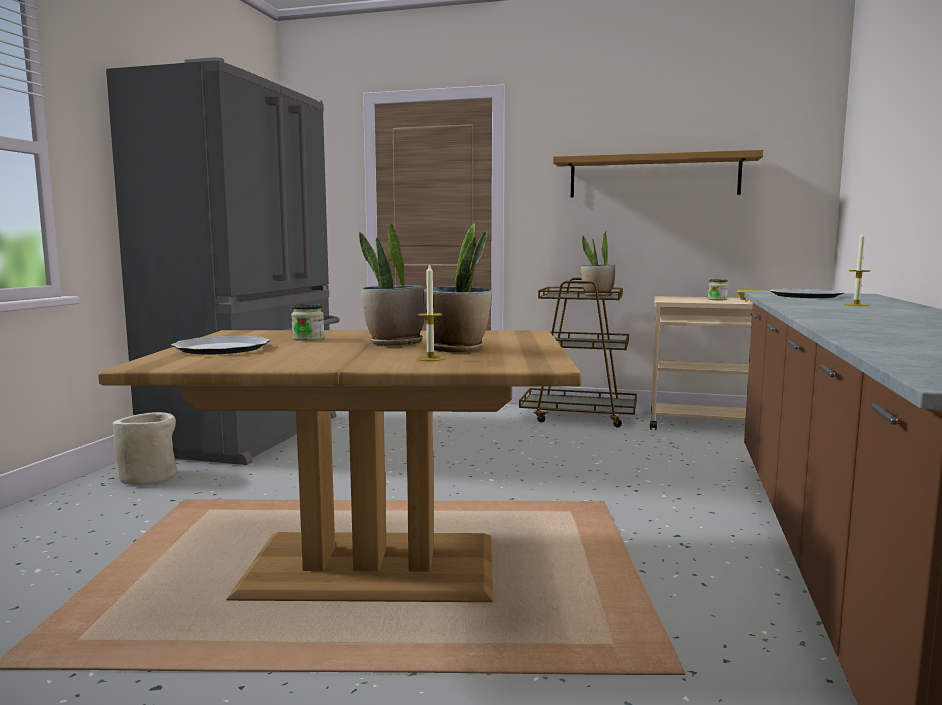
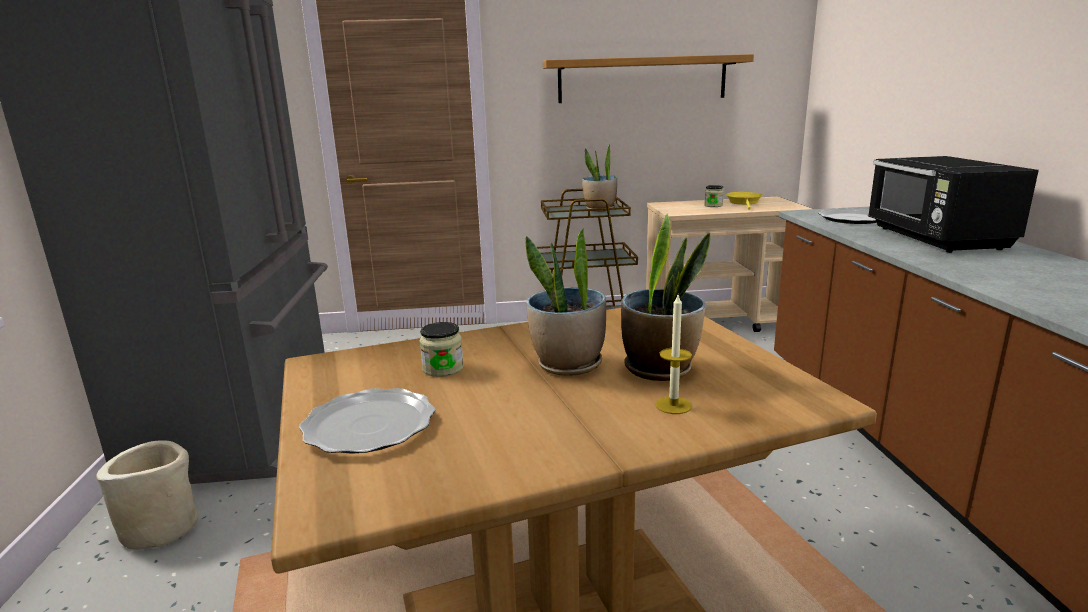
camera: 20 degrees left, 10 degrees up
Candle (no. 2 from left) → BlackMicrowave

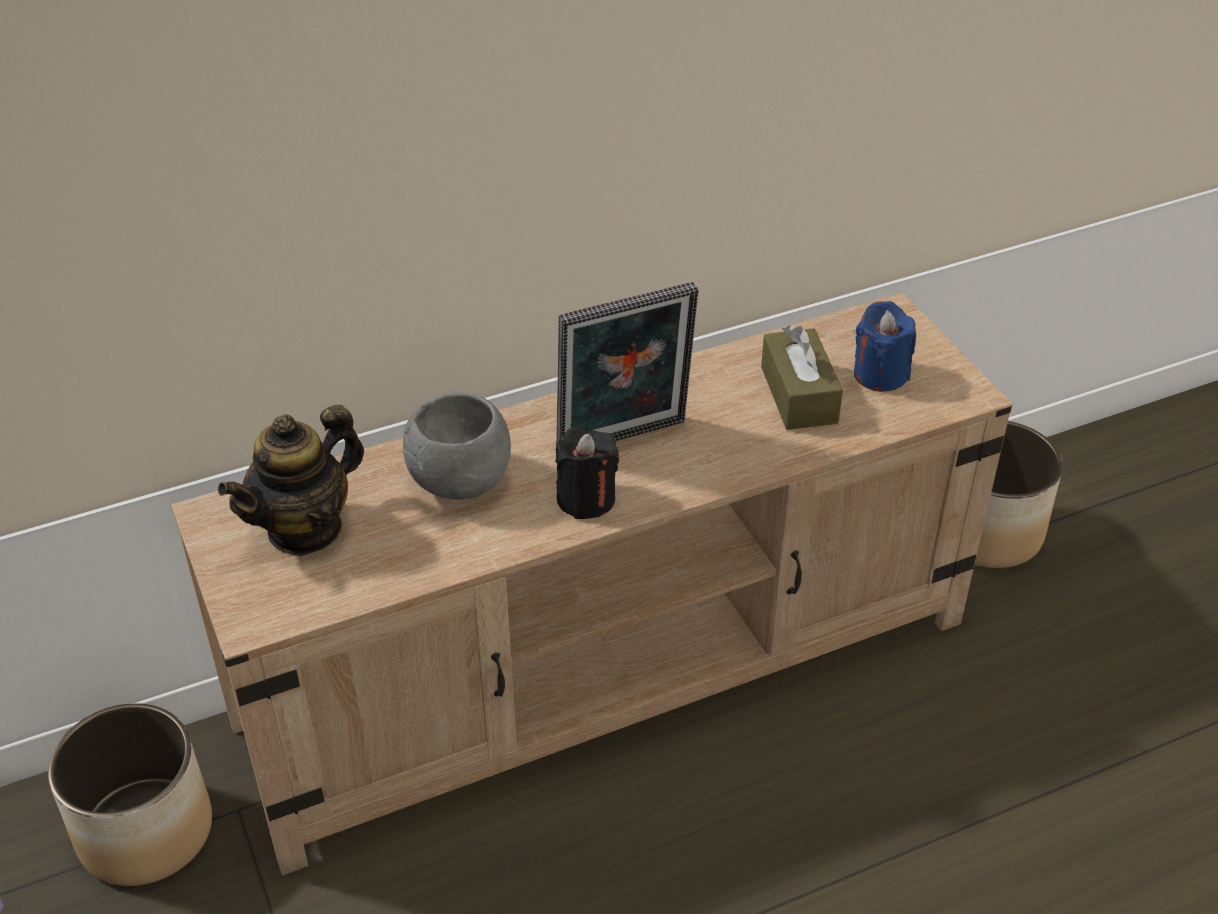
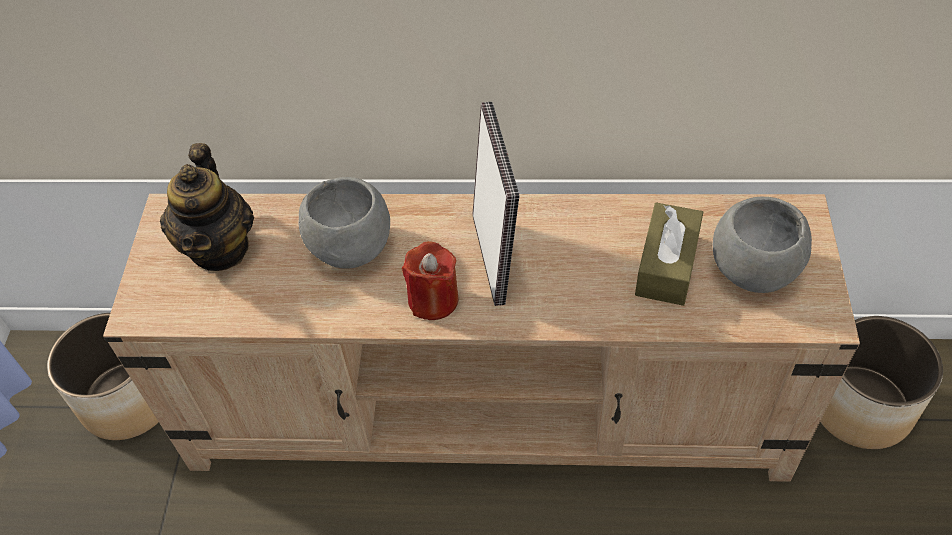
camera: 30 degrees right, 10 degrees up
PictureFrame, 105 degrees counterclockwise
BlueCandle → GreyBowl (no. 2 from left)
Teapot, 75 degrees counterclockwise
BlackCandle → RedCandle

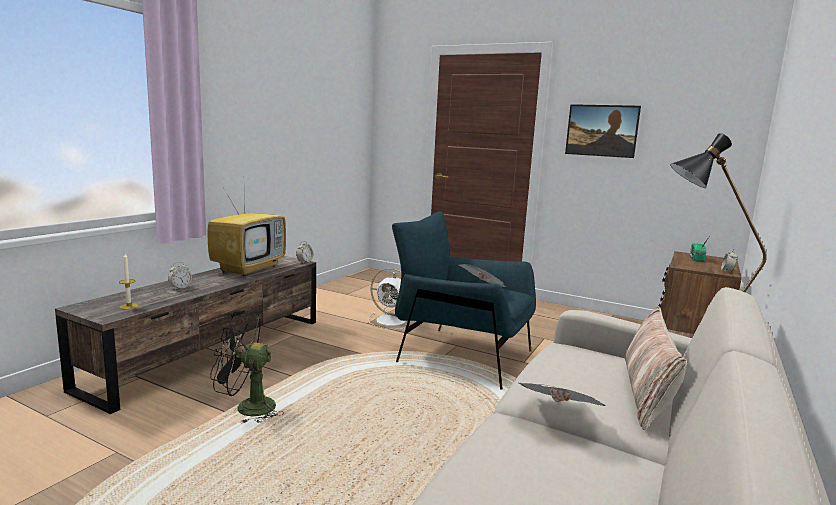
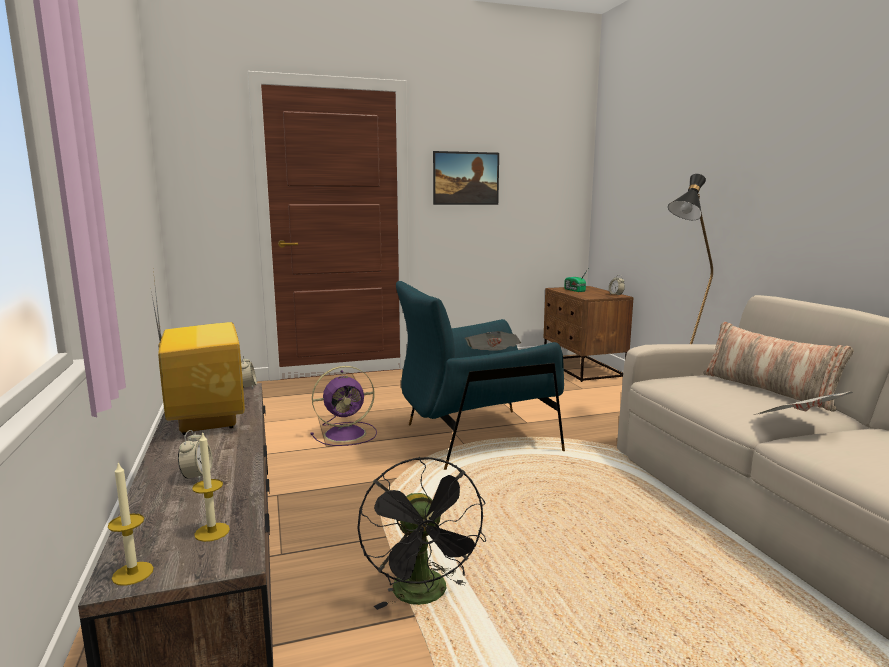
camera: 45 degrees left, 0 degrees up
WhiteFan → PurpleFan
BlackFan, 60 degrees counterclockwise
- → Candle (no. 1 from left)

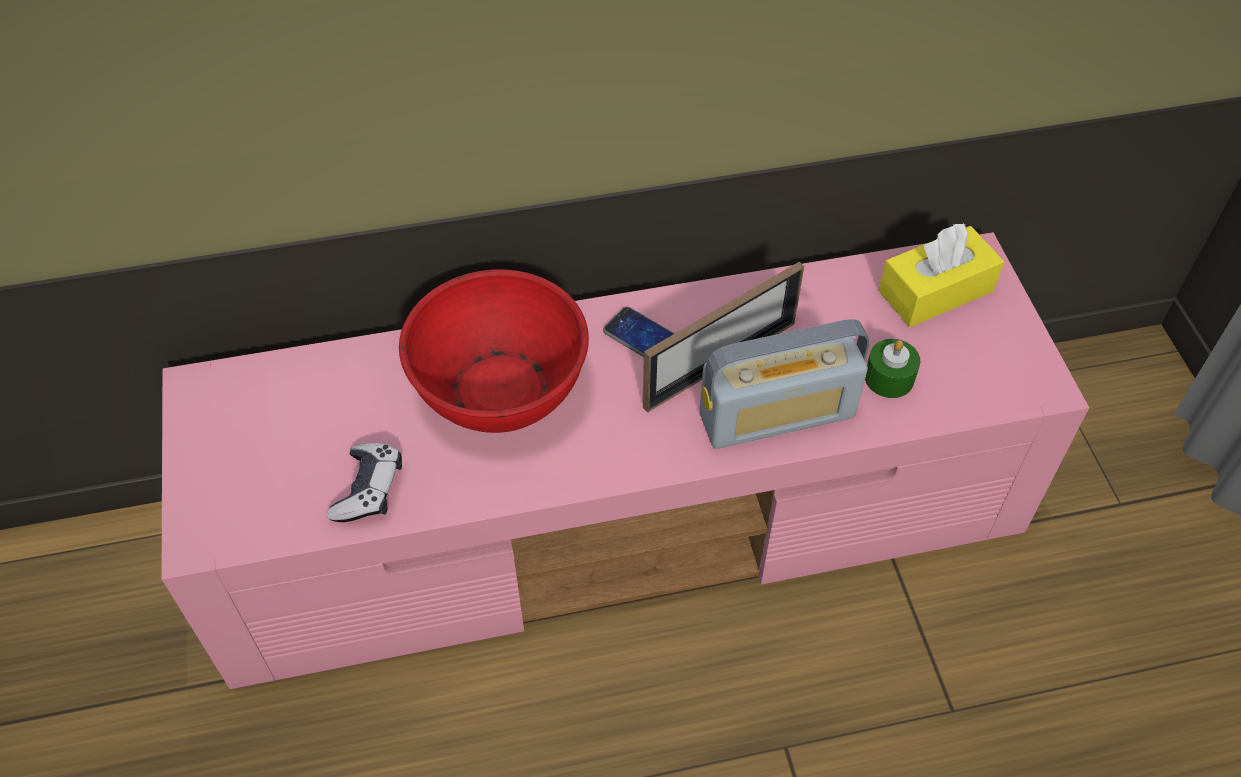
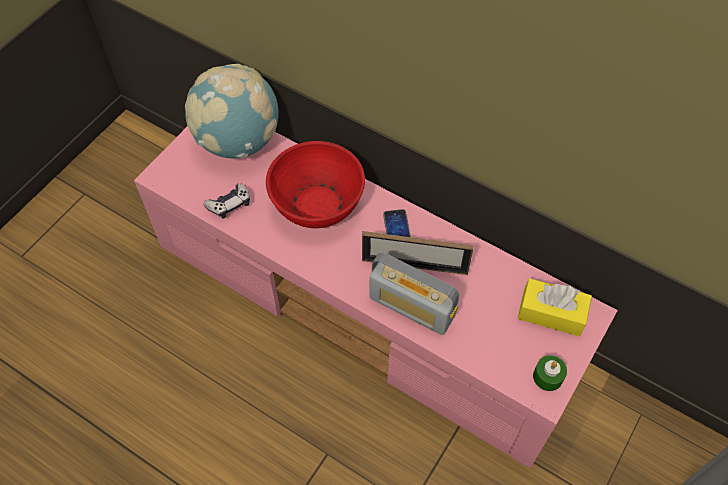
camera: 45 degrees right, 5 degrees up
GreenCandle, relocated
- → Globe

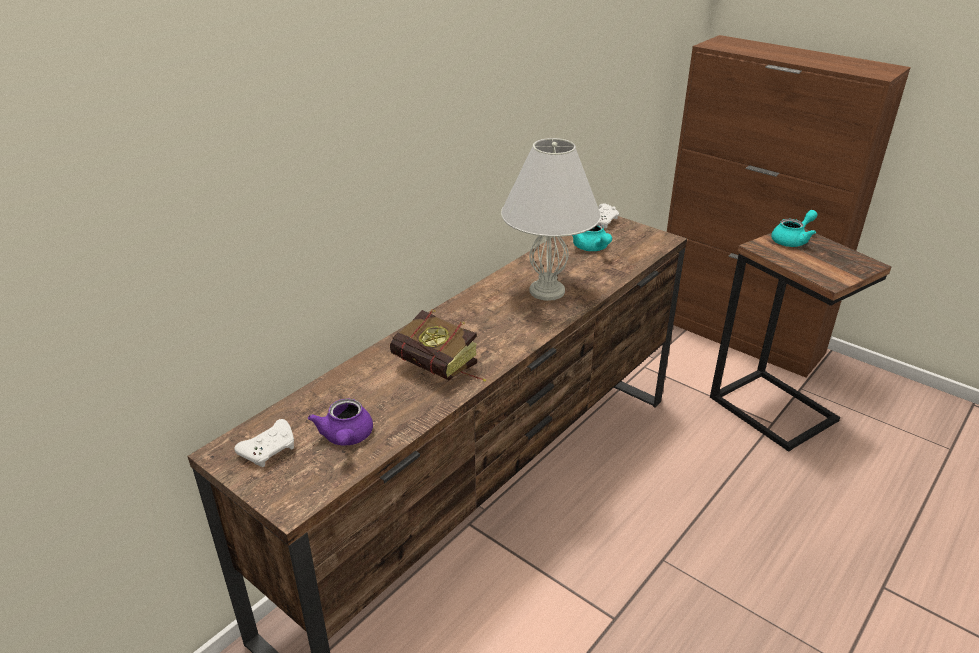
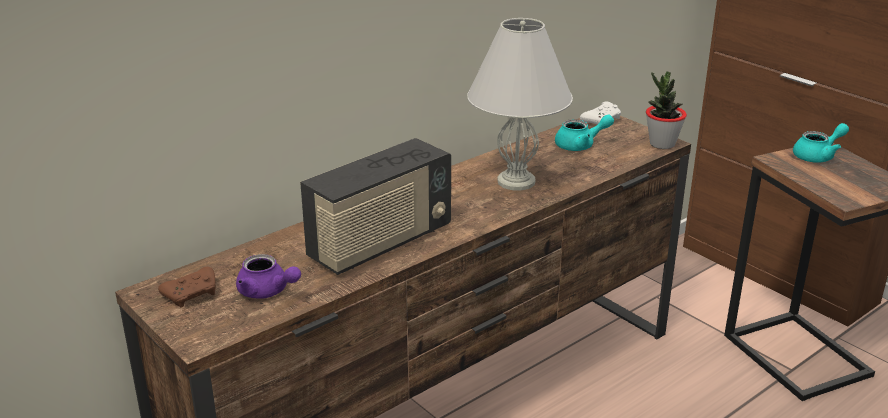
camera: 10 degrees right, 5 degrees down
TurquoiseTeapot (no. 1 from left), 90 degrees counterclockwise
Book → Radio
PurpleTeapot, 60 degrees counterclockwise
WhiteGameController (no. 1 from left) → BrownGameController
- → PottedPlant

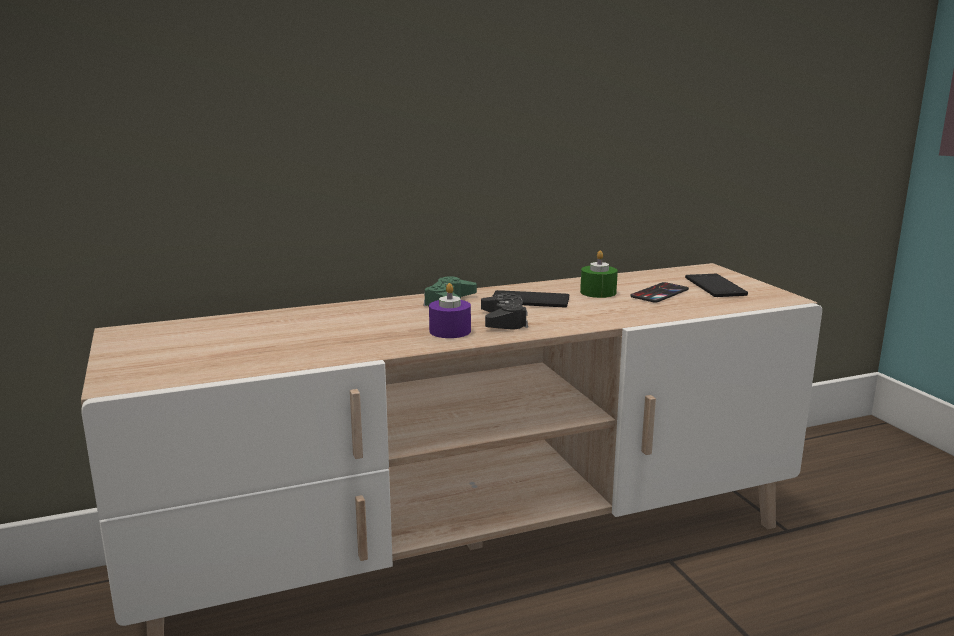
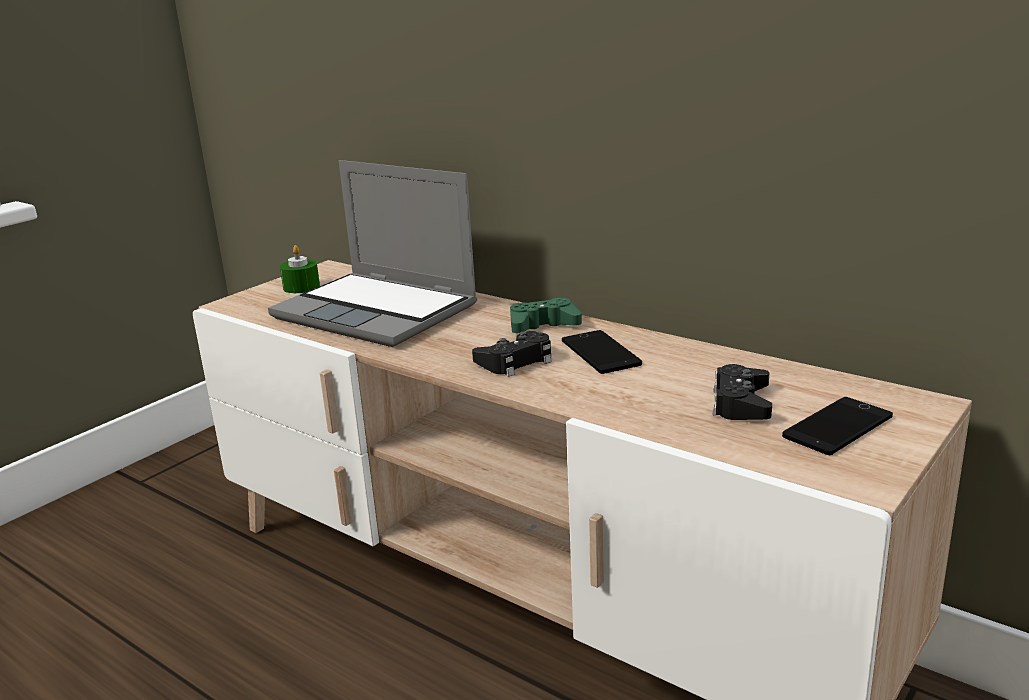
camera: 60 degrees right, 5 degrees up
GreenCandle, relocated
Phone (no. 2 from left) → BlackGameController (no. 2 from left)
PurpleCandle → -
- → Laptop

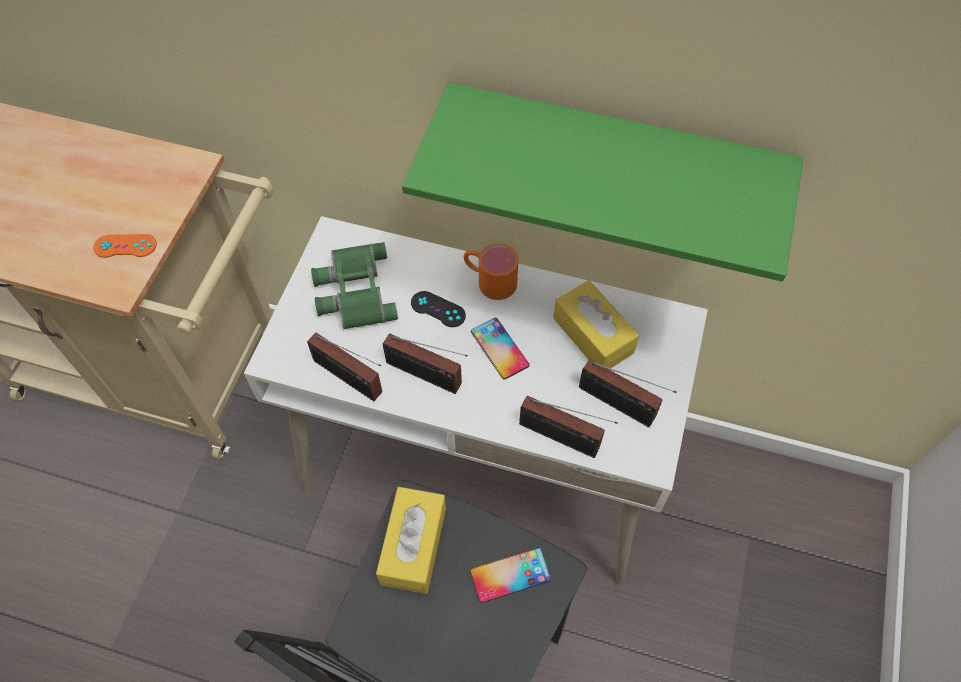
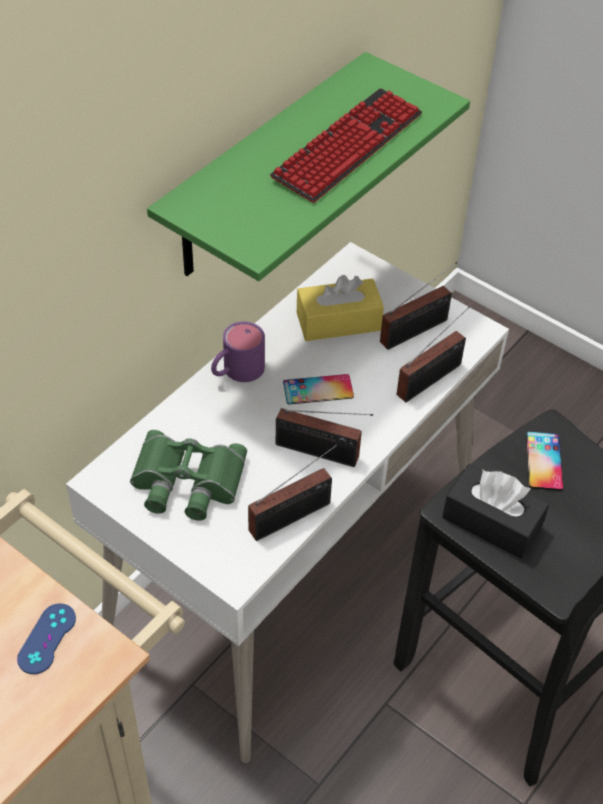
camera: 70 degrees left, 10 degrees down
OrangeGameController → BlueGameController
OrangeMug → PurpleMug
BlackGameController → -
Radio (no. 2 from left), 60 degrees clockwise
YellowTissueBox (no. 1 from left) → BlackTissueBox
- → Keyboard

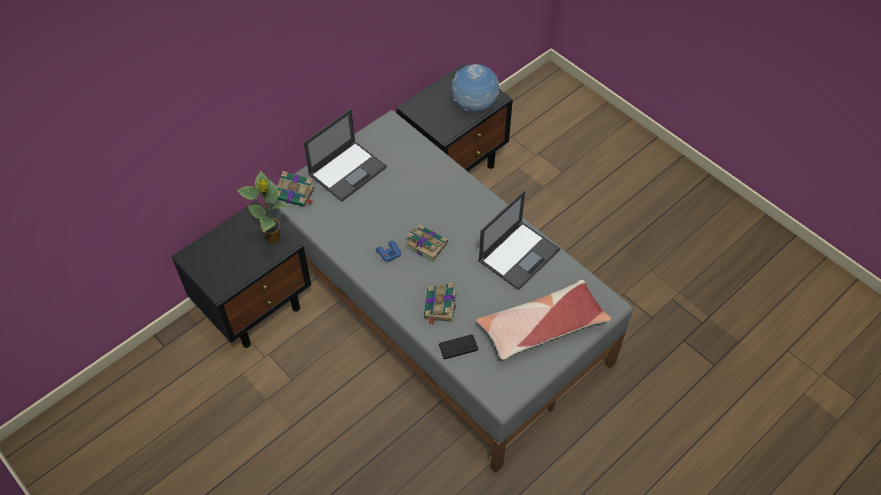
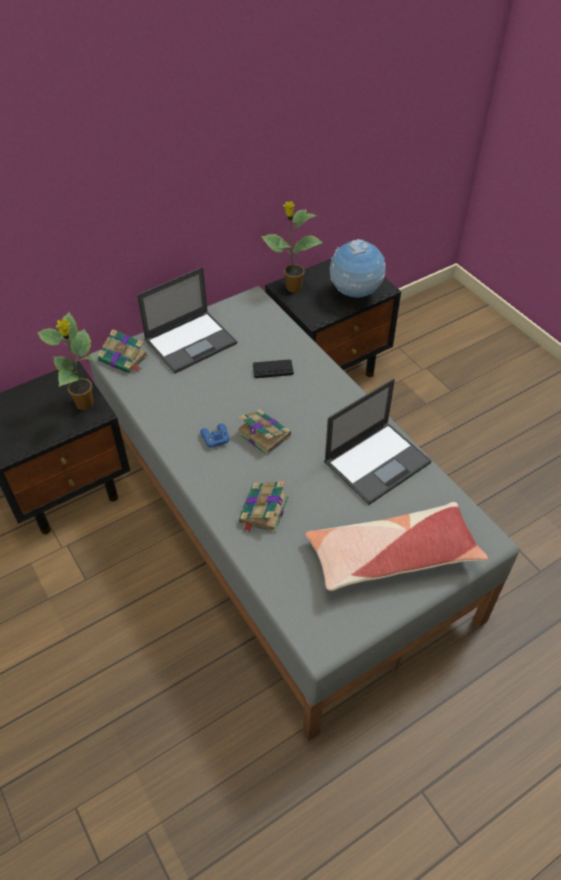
camera: 10 degrees right, 5 degrees down
BlackGameController, relocated
- → PottedPlant (no. 2 from left)

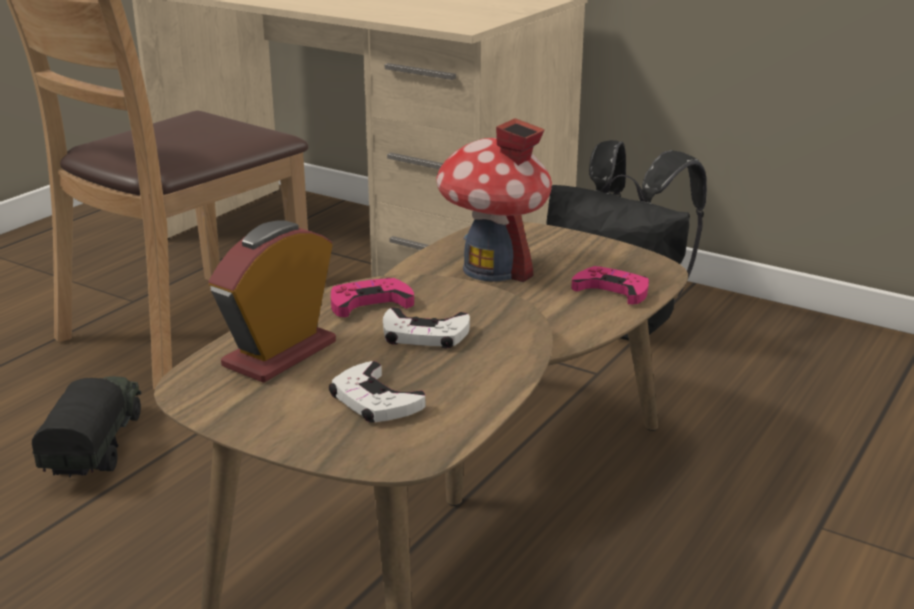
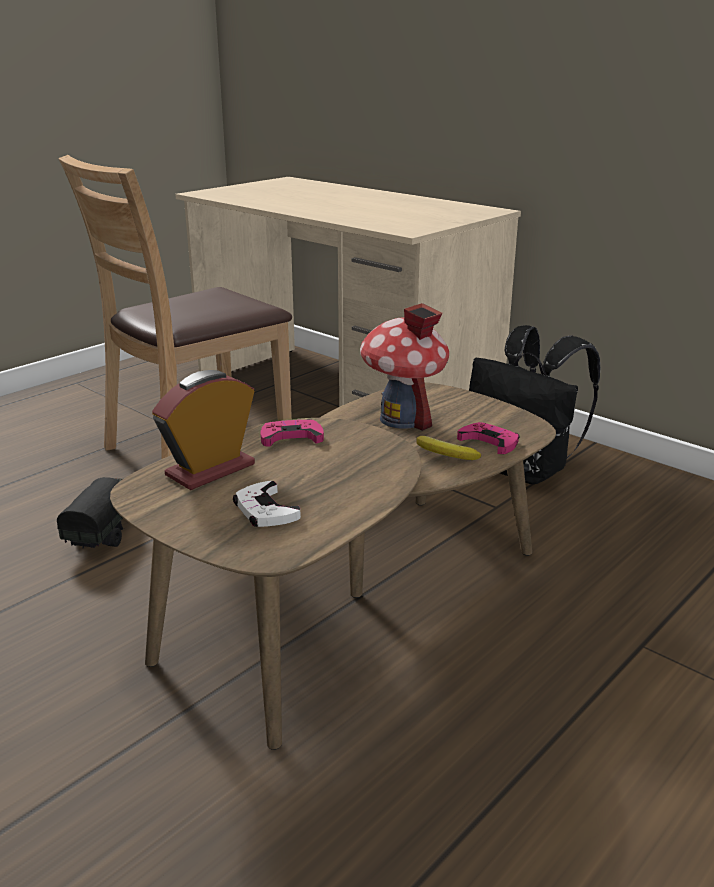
camera: 10 degrees right, 0 degrees up
WhiteGameController (no. 2 from left) → -
- → Banana

